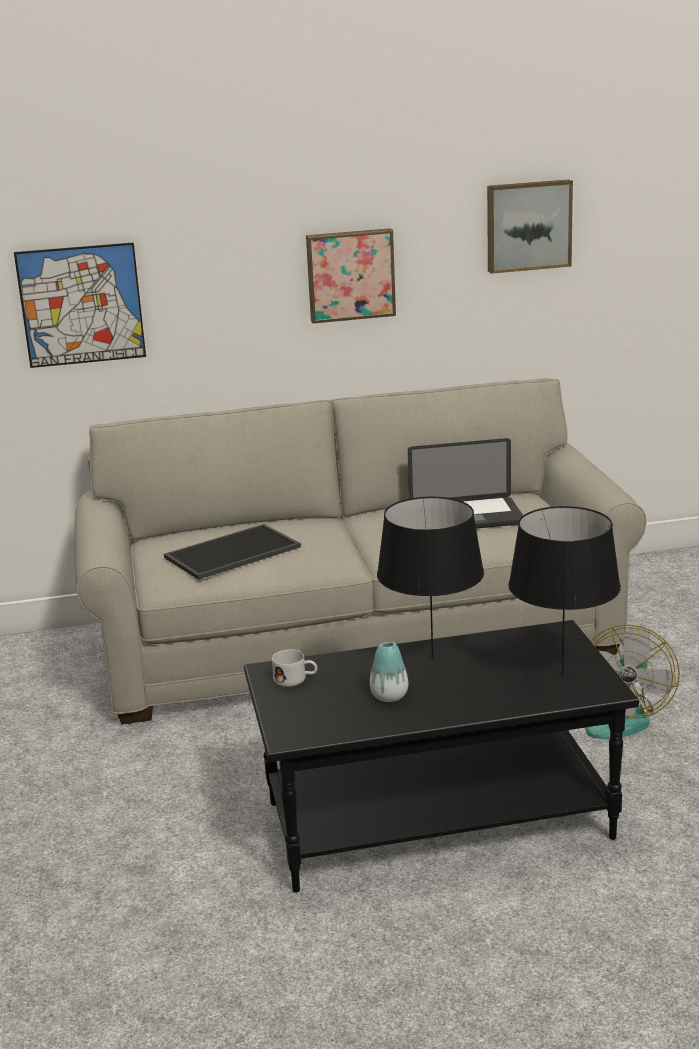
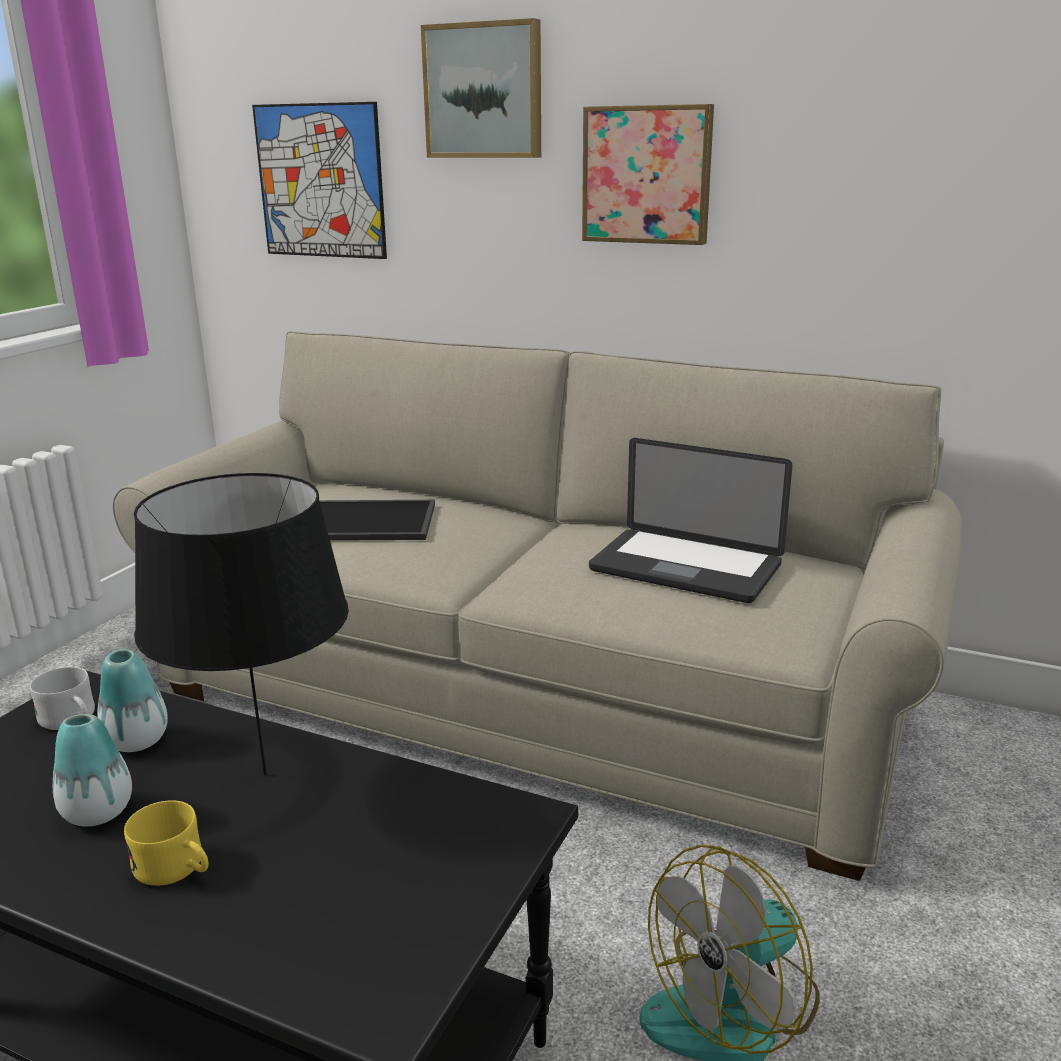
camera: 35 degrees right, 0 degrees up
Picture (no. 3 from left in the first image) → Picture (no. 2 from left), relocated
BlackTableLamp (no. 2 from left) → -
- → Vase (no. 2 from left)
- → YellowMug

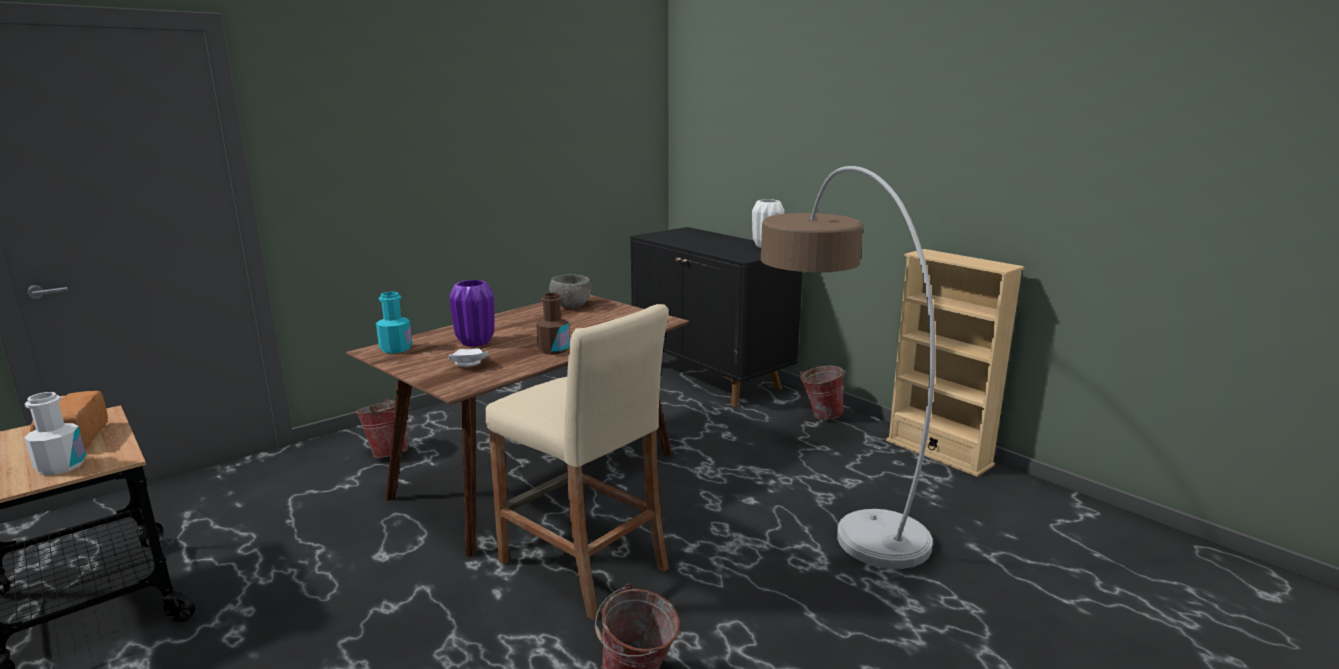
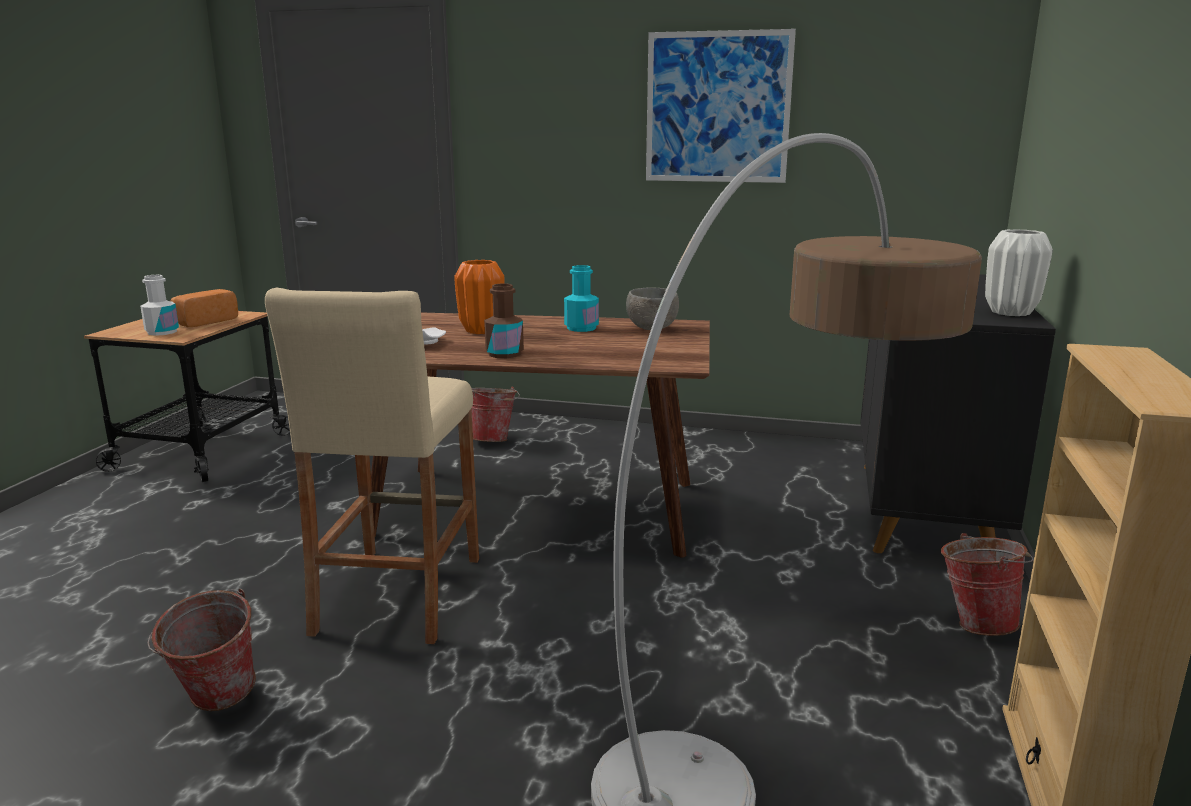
camera: 55 degrees right, 0 degrees up
PurpleVase → OrangeVase
TurquoiseBottle, relocated
- → Picture

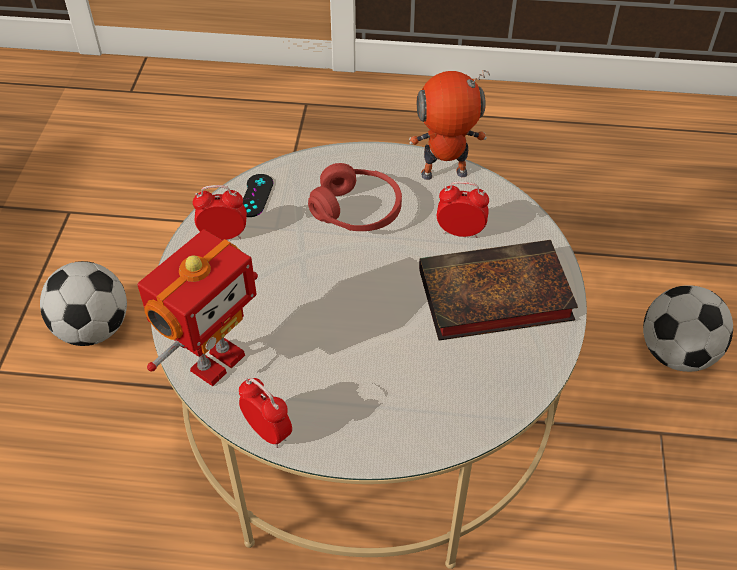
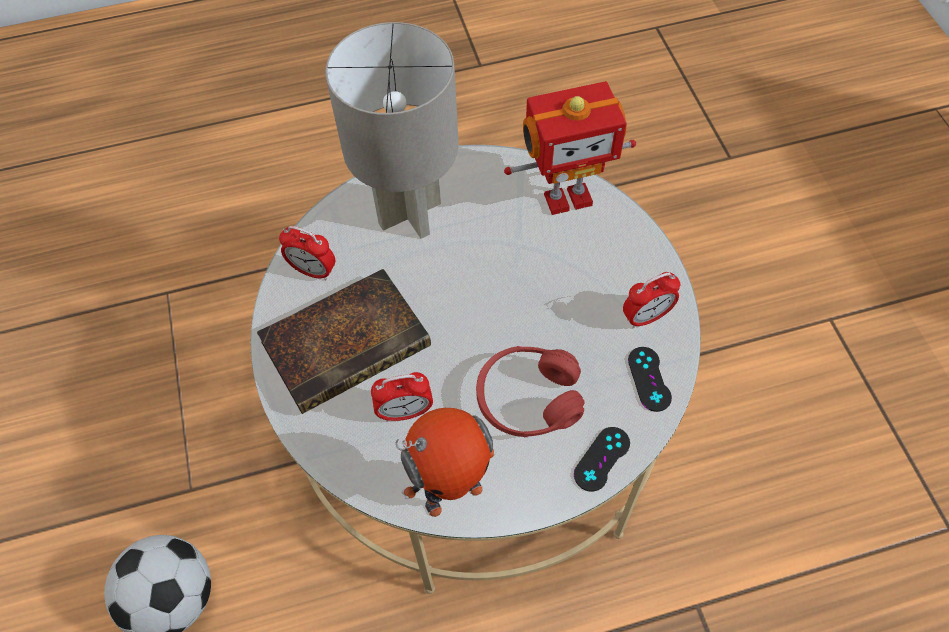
camera: 160 degrees right, 10 degrees up
ToyRobot (no. 1 from left in the first image) → ToyRobot (no. 2 from left), 120 degrees counterclockwise
Football (no. 1 from left) → -
AlarmClock (no. 2 from left in the first image) → AlarmClock (no. 1 from left), relocated
- → GreyTableLamp
- → BlackGameController (no. 1 from left)

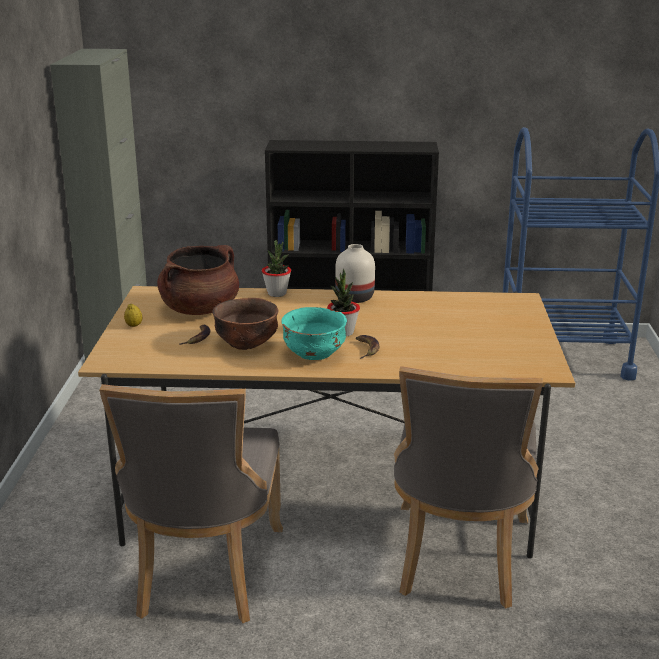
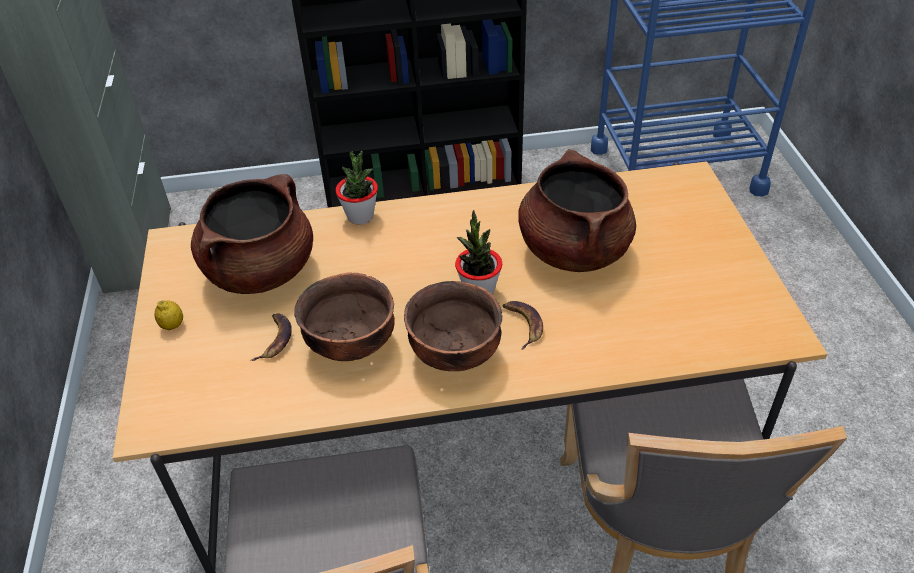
camera: 10 degrees left, 20 degrees up
WhiteVase → -
TurquoiseBowl → BrownBowl (no. 2 from left)
- → BrownCookingPot (no. 2 from left)

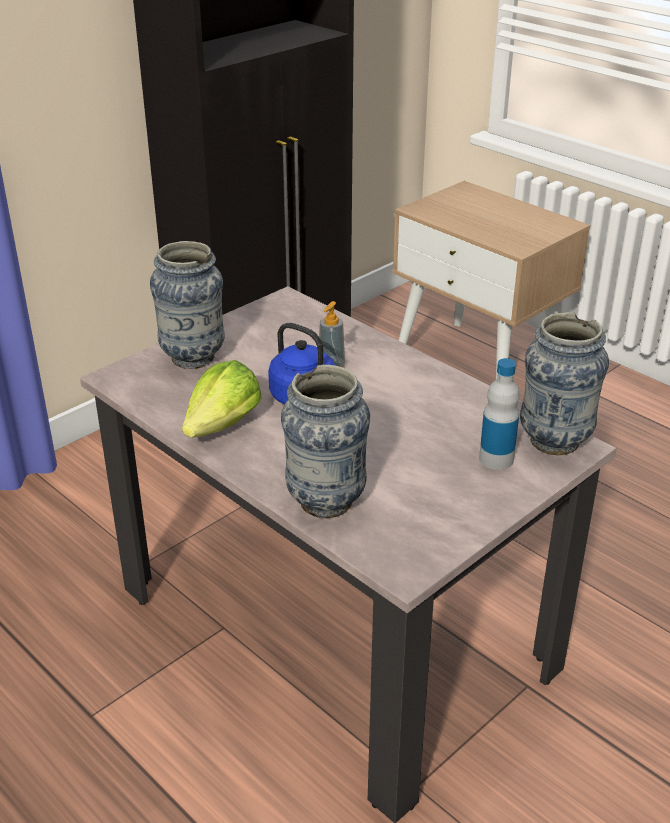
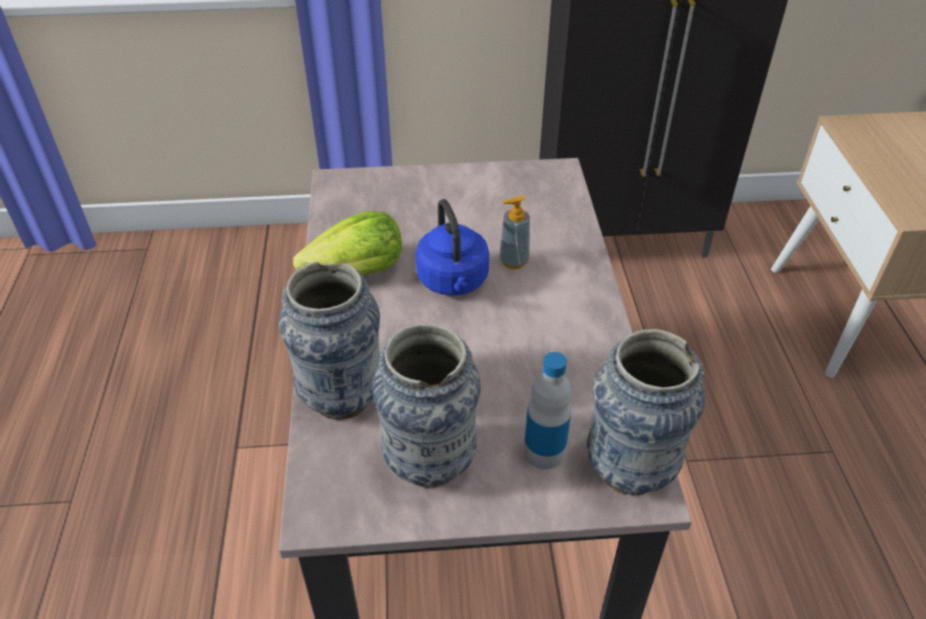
camera: 40 degrees right, 10 degrees up
Vase (no. 1 from left in the first image) → Vase (no. 2 from left), relocated

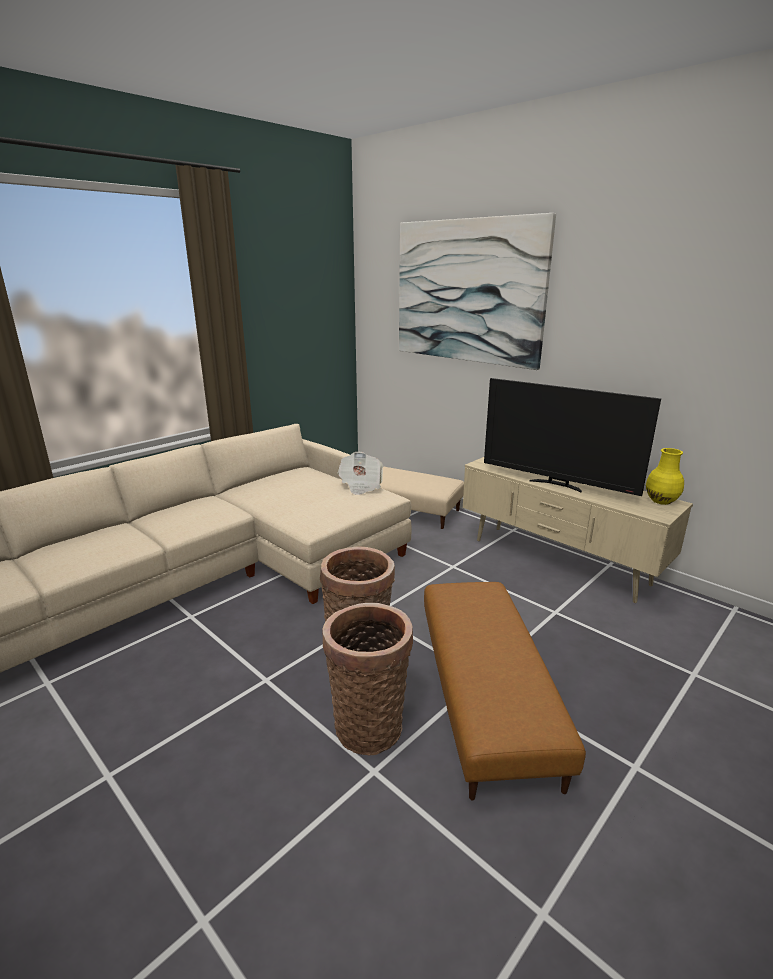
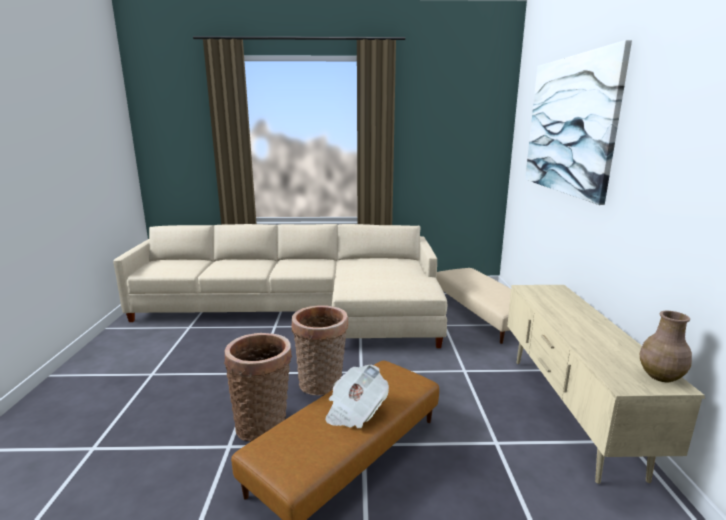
camera: 45 degrees right, 5 degrees down
Television → -
YellowVase → BrownVase
Newspaper, relocated

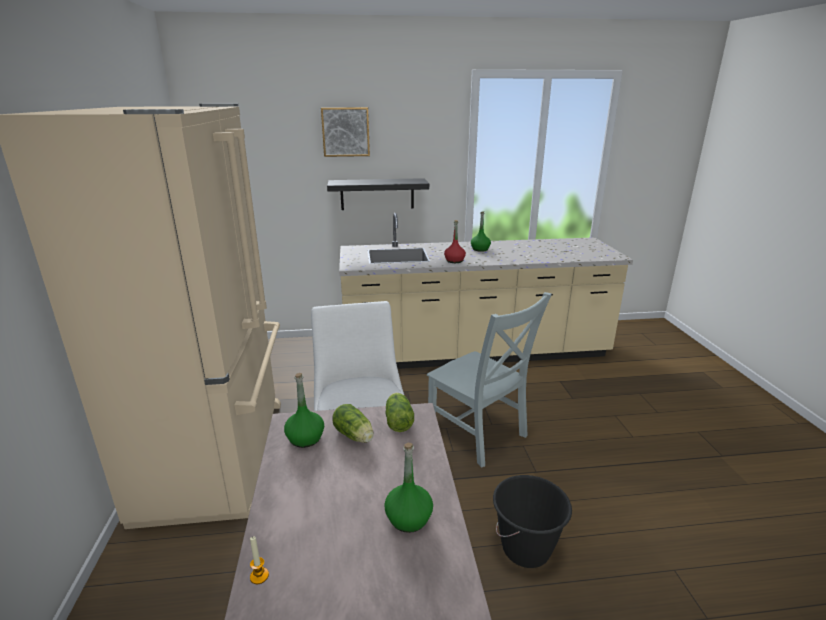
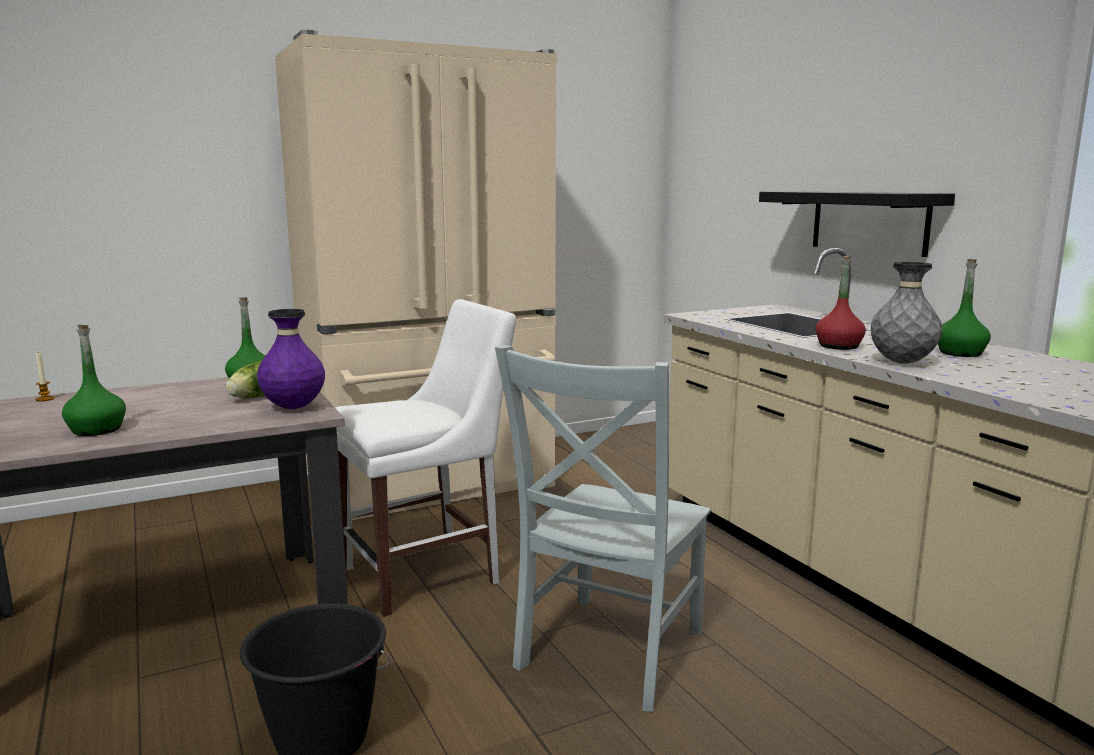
camera: 70 degrees right, 10 degrees down
Picture → -
Lettuce (no. 2 from left) → PurpleVase
- → GreyVase

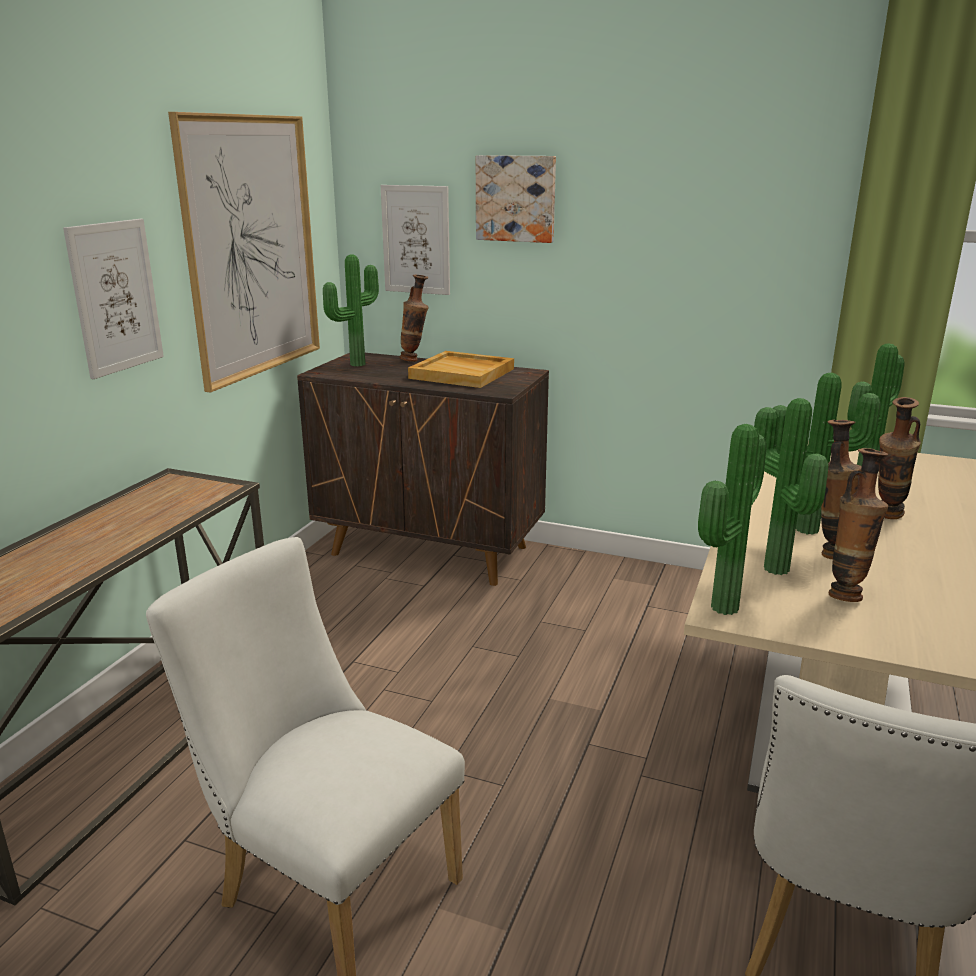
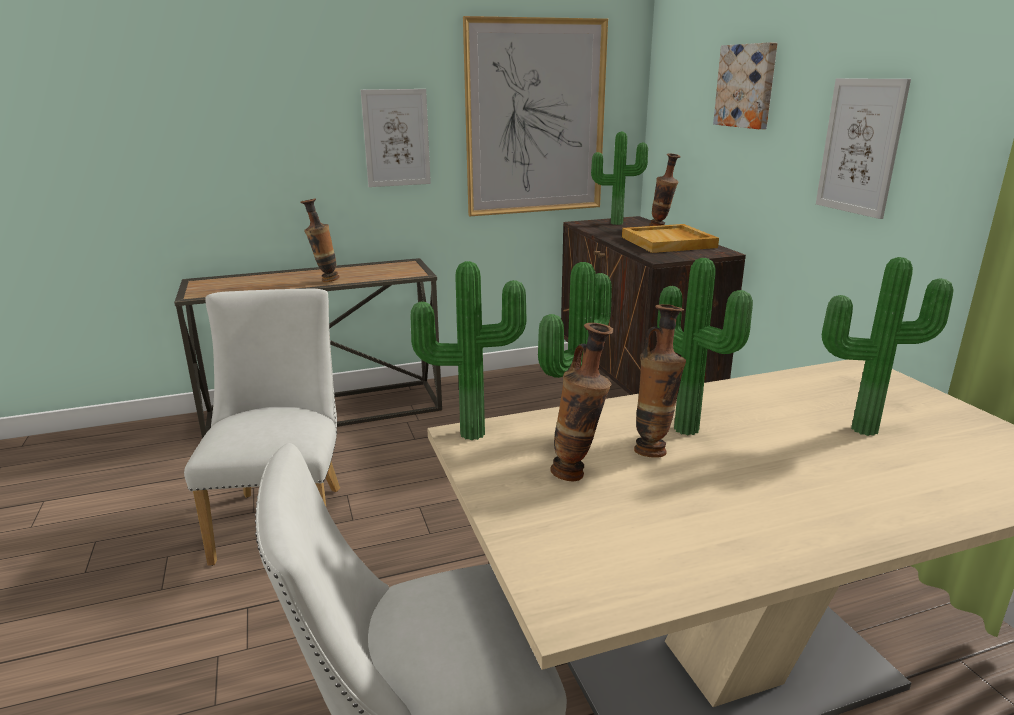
camera: 50 degrees right, 0 degrees up
Picture (no. 3 from left in the first image) → Picture (no. 4 from left), relocated
Vase (no. 4 from left in the first image) → Vase (no. 1 from left), relocated

